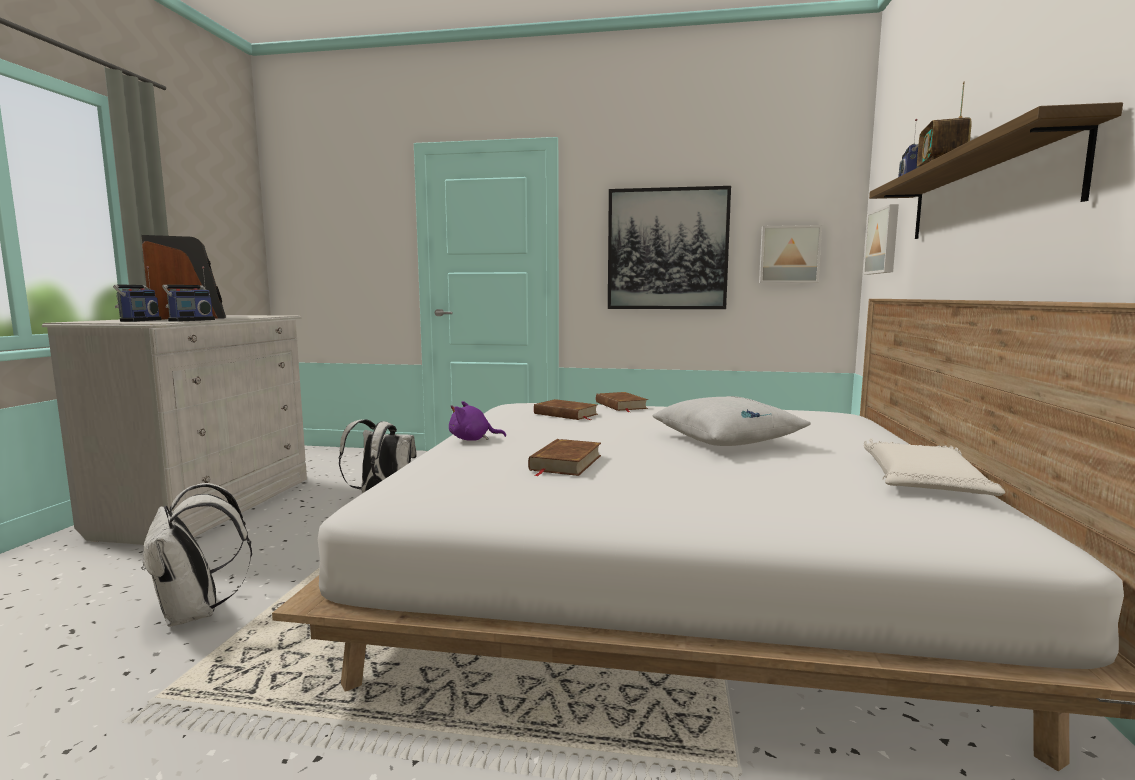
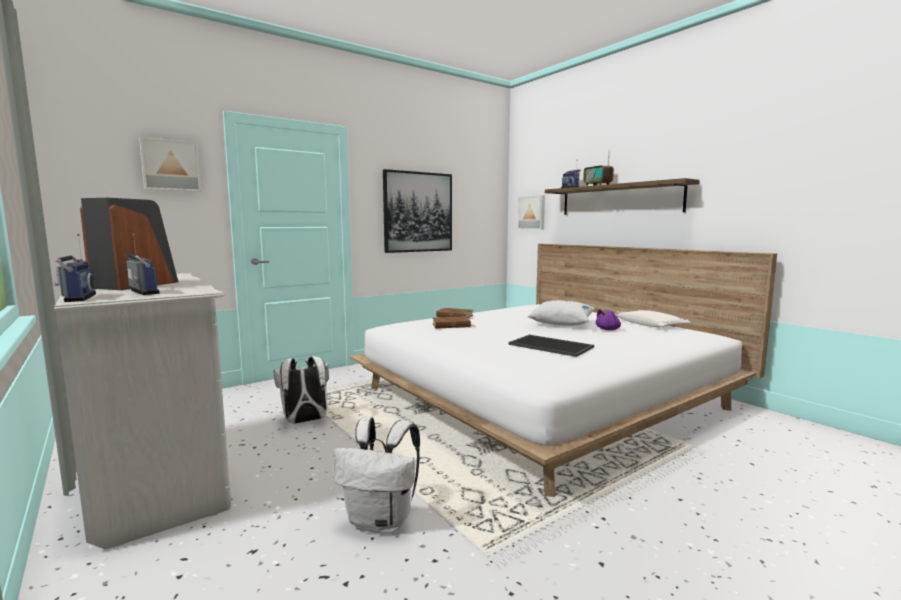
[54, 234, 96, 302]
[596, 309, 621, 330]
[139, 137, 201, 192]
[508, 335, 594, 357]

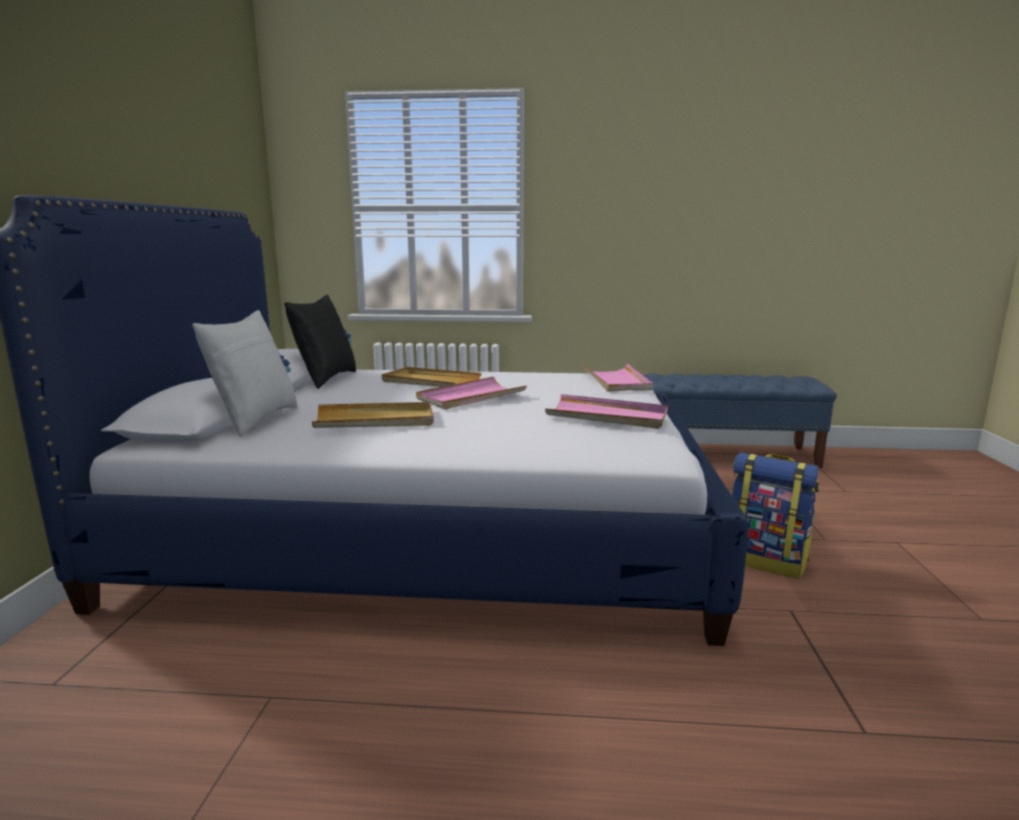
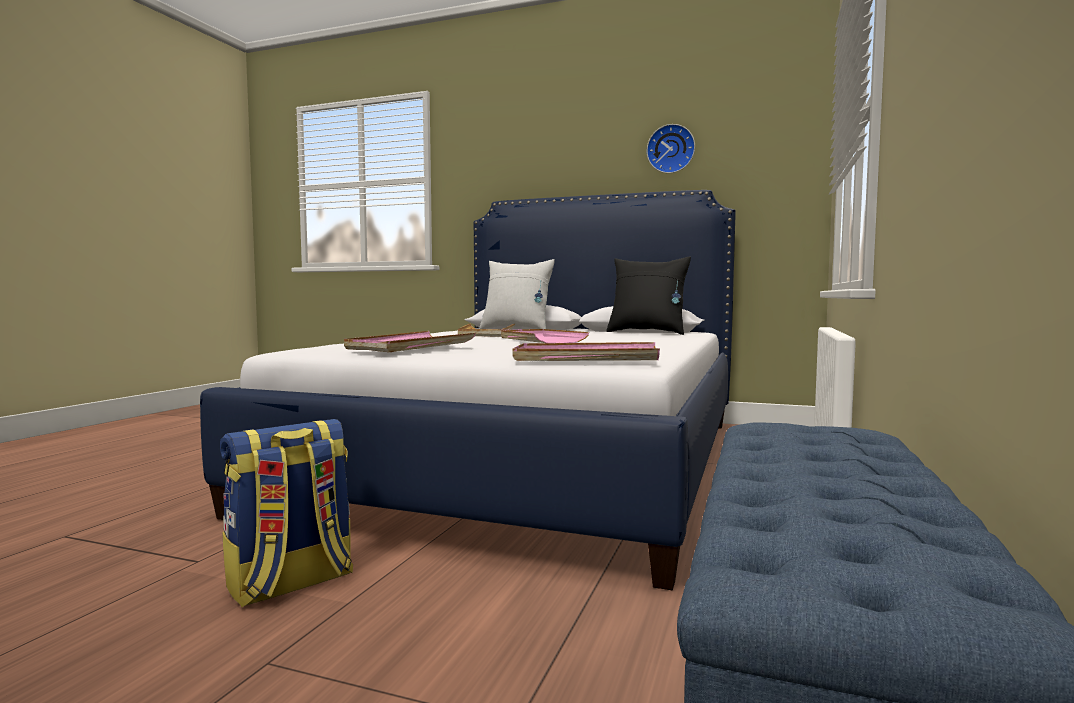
[382, 367, 481, 387] (first image)
[646, 124, 695, 173]

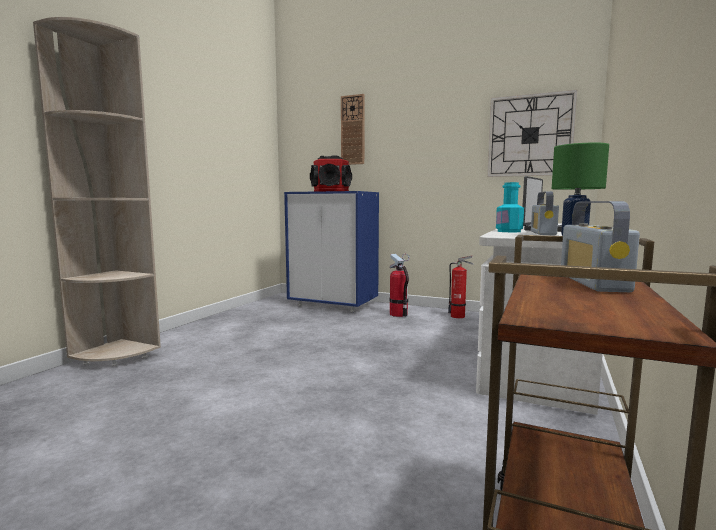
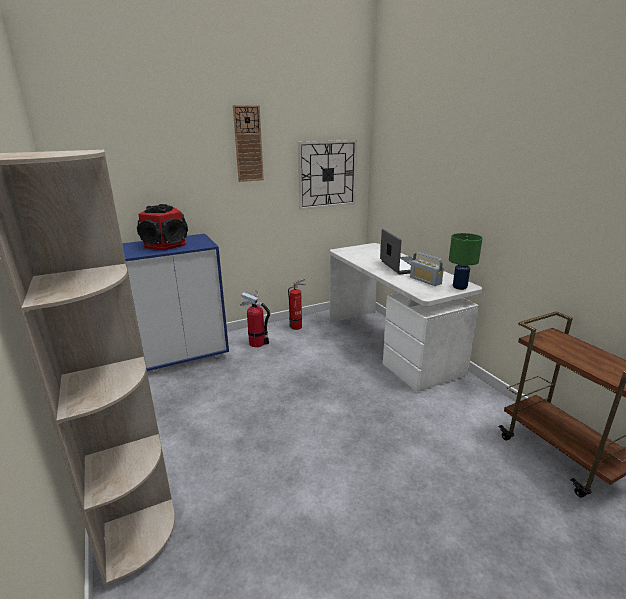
[496, 182, 524, 232] (first image)
[561, 201, 640, 292] (first image)
[233, 105, 264, 182]

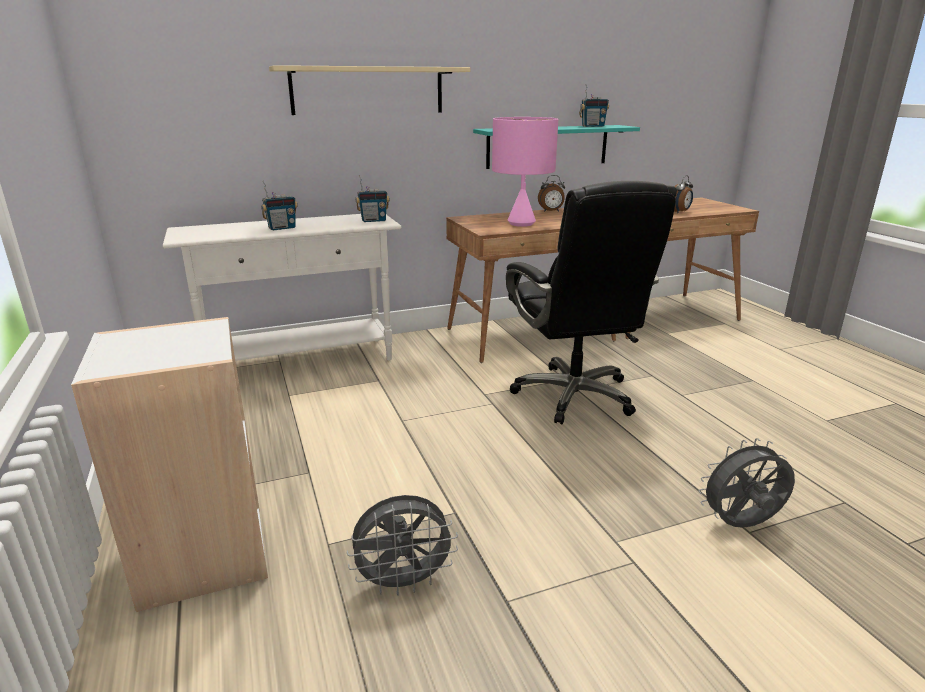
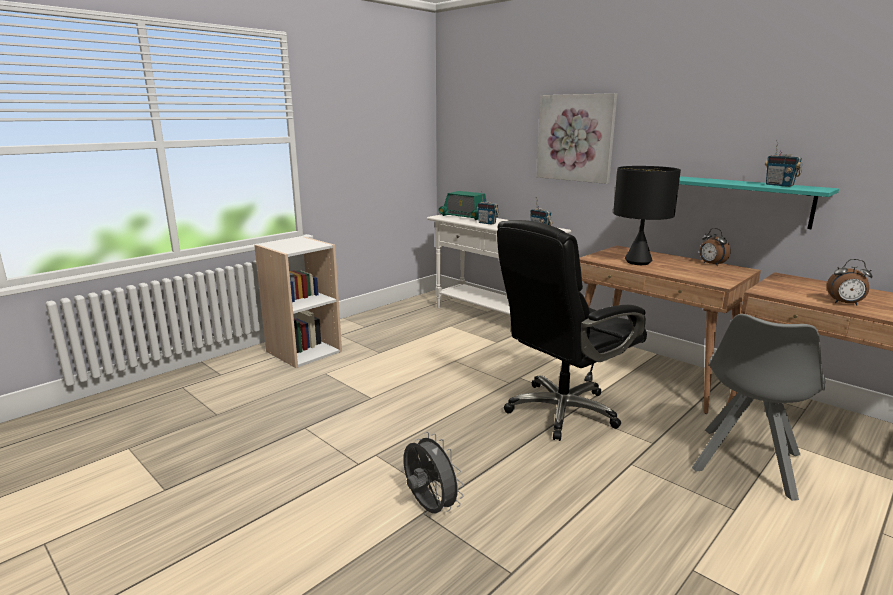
[347, 495, 458, 596] (first image)
[438, 191, 487, 220]
[692, 314, 825, 501]
[537, 93, 617, 184]
[613, 166, 681, 265]

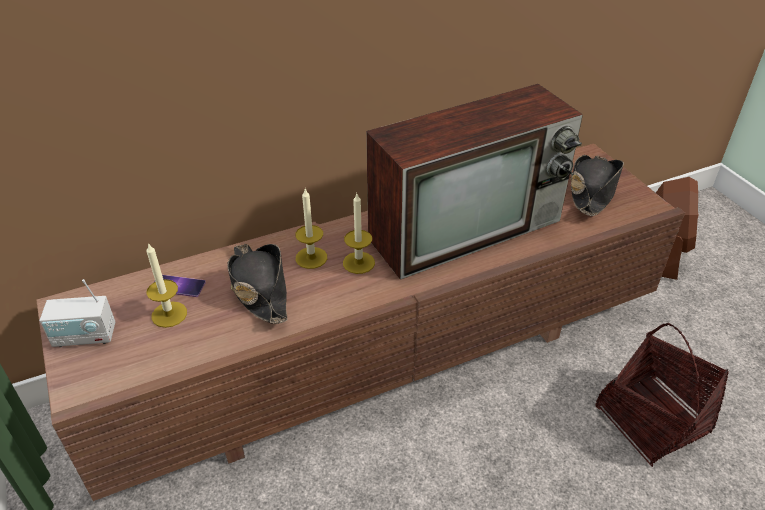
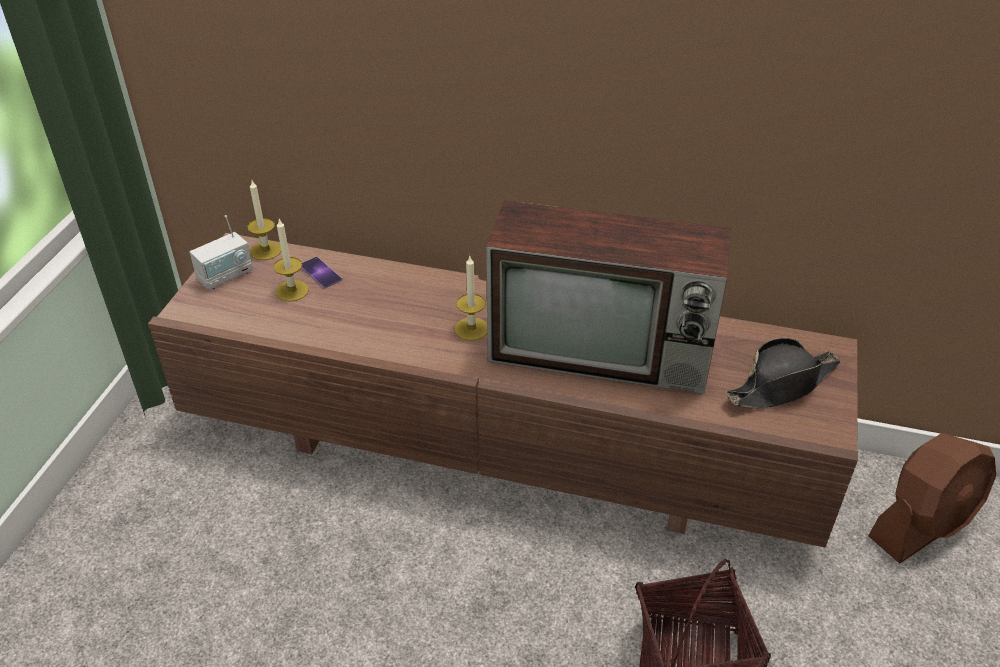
[227, 244, 288, 324] (first image)
[247, 180, 281, 260]
[190, 215, 253, 290]

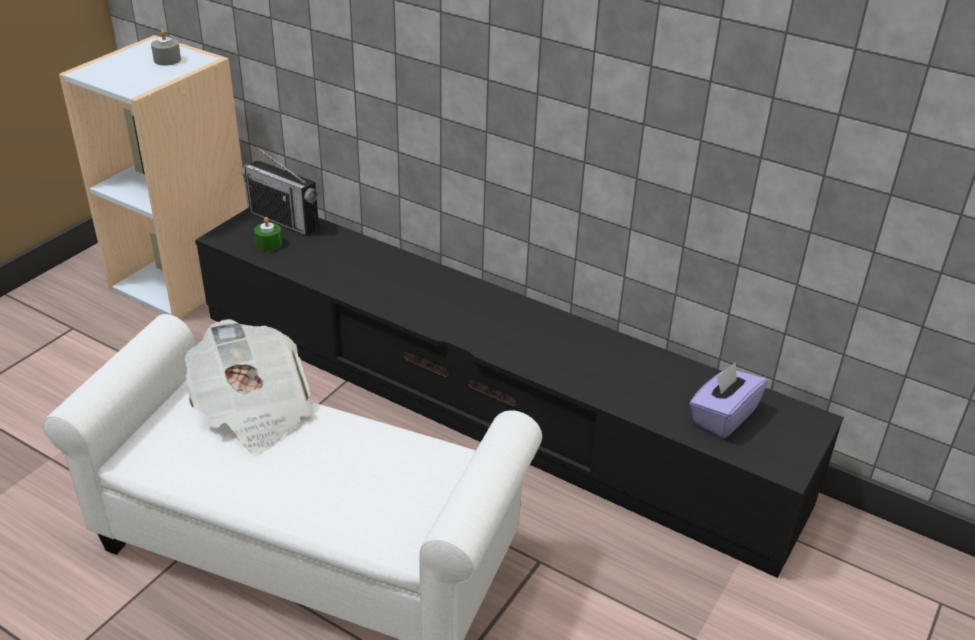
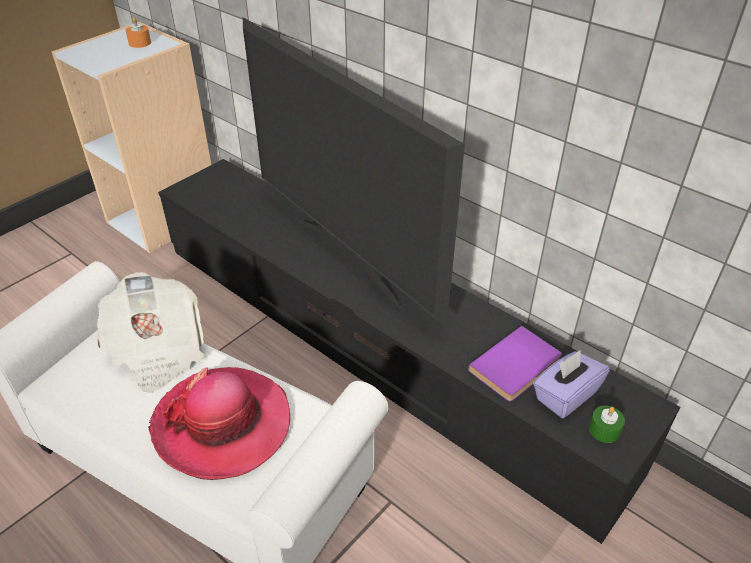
[242, 144, 319, 236] (first image)
[148, 367, 290, 480]
[243, 17, 465, 325]
[468, 326, 562, 401]
[589, 406, 625, 443]
[126, 17, 151, 48]

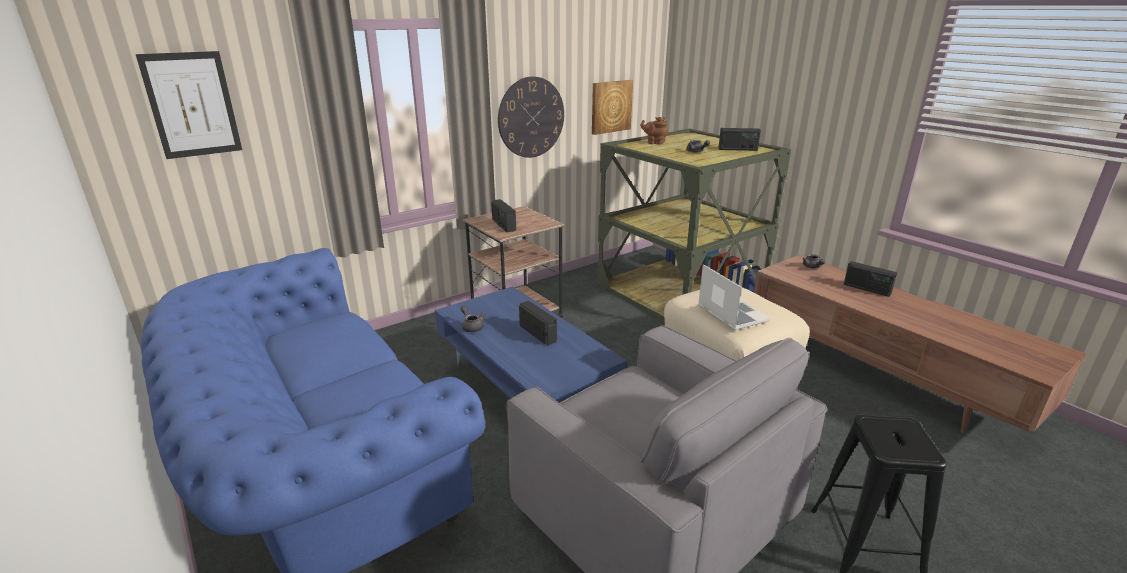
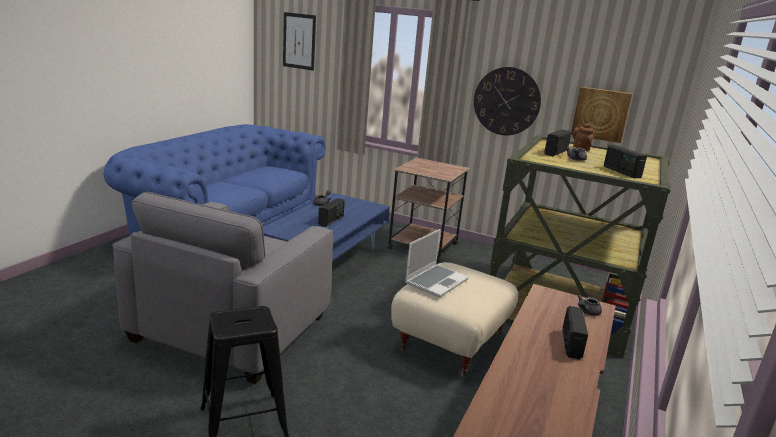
[544, 129, 571, 156]

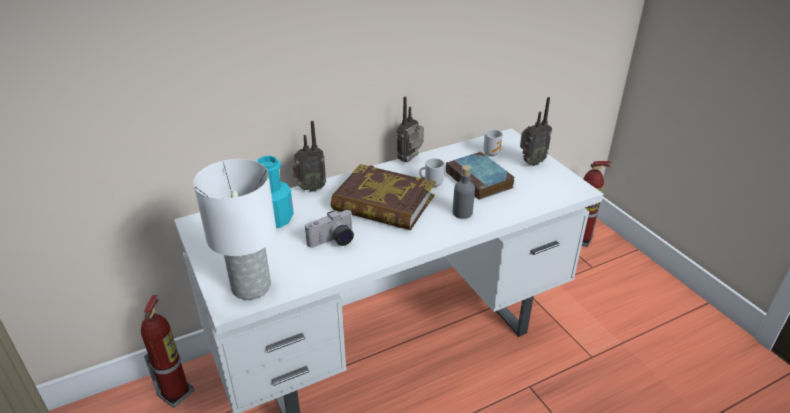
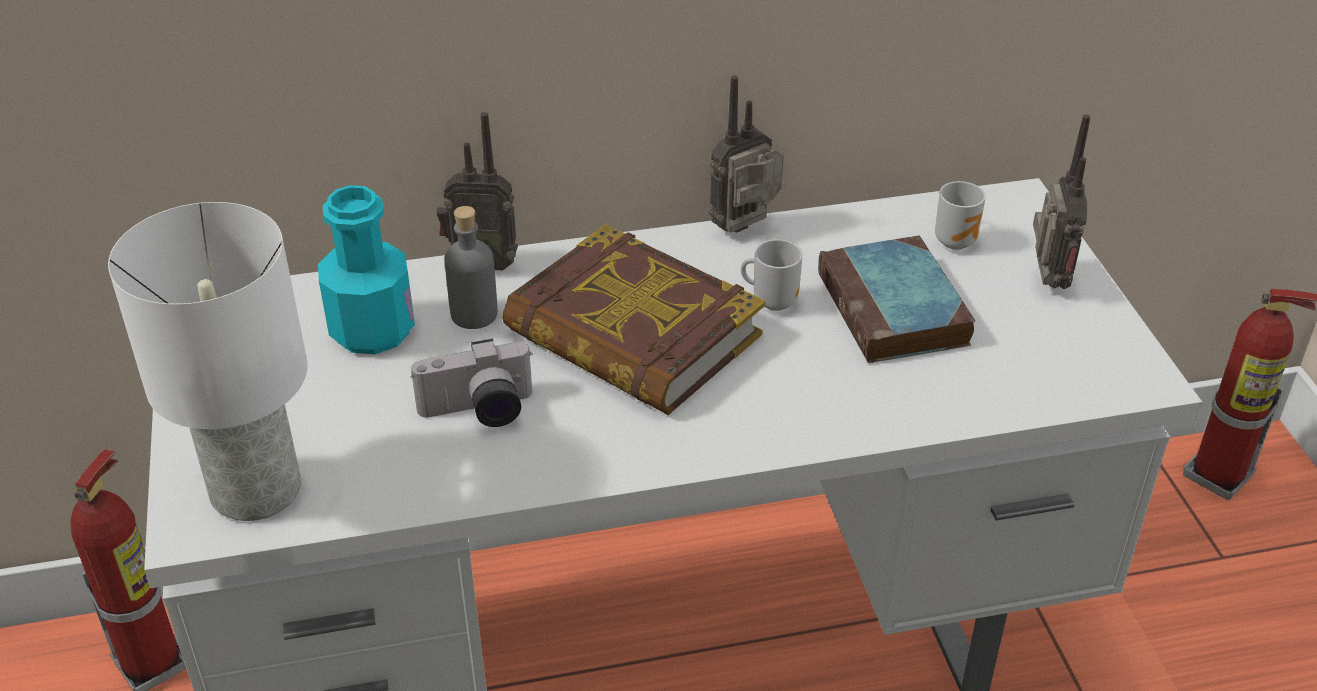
[444, 206, 498, 329]
[1033, 114, 1091, 289]

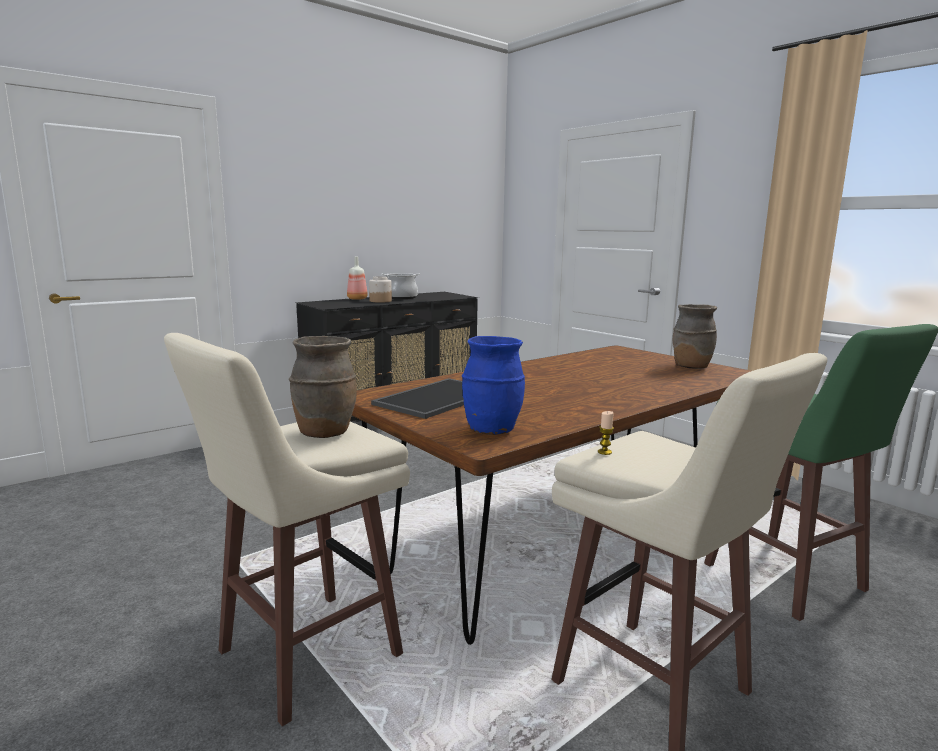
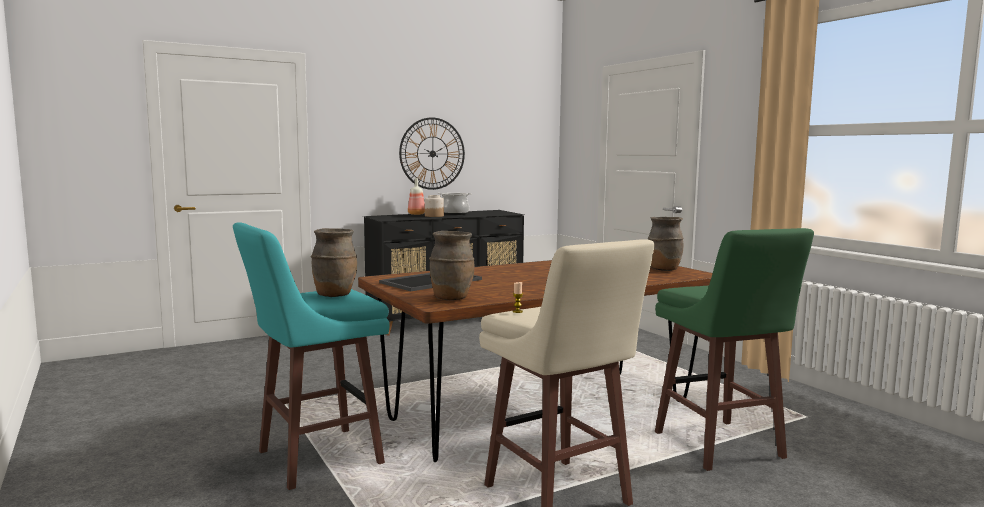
[399, 117, 465, 190]
[233, 222, 390, 490]
[429, 231, 475, 300]

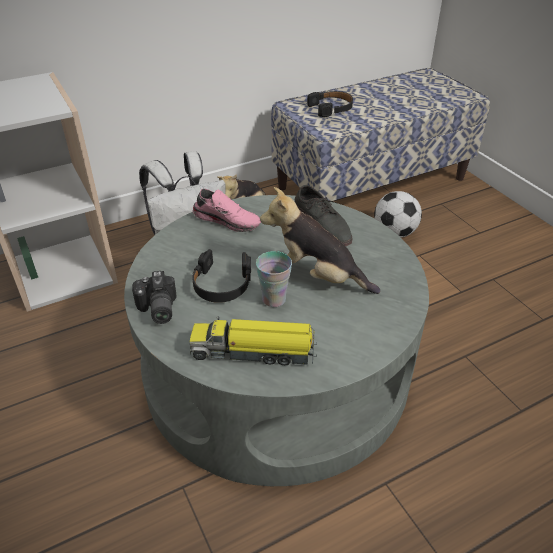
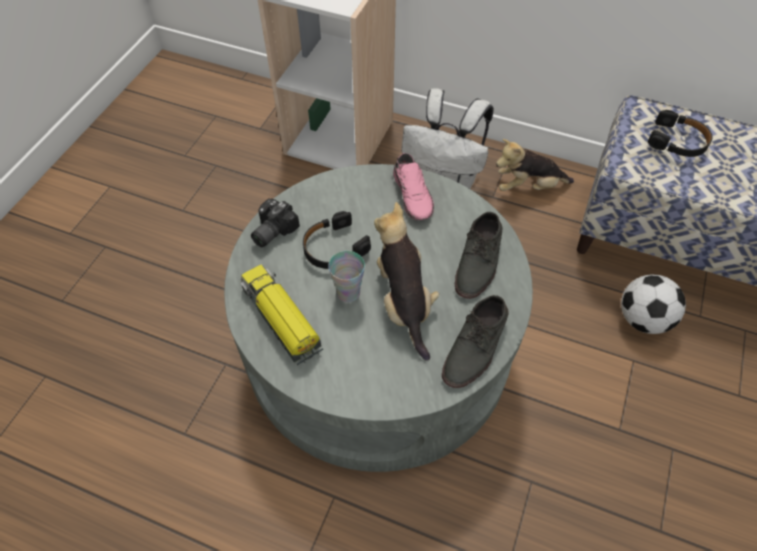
[442, 295, 509, 388]

